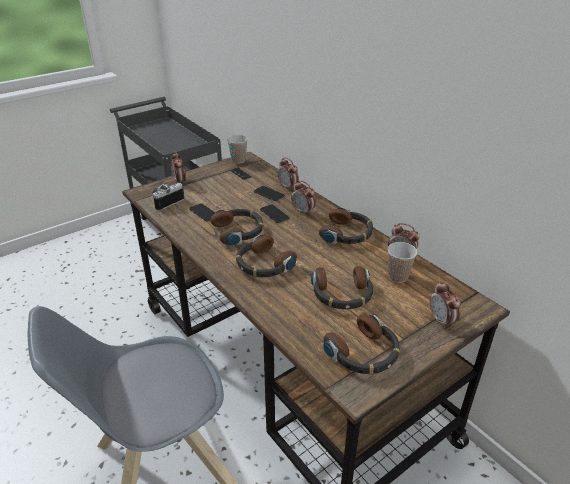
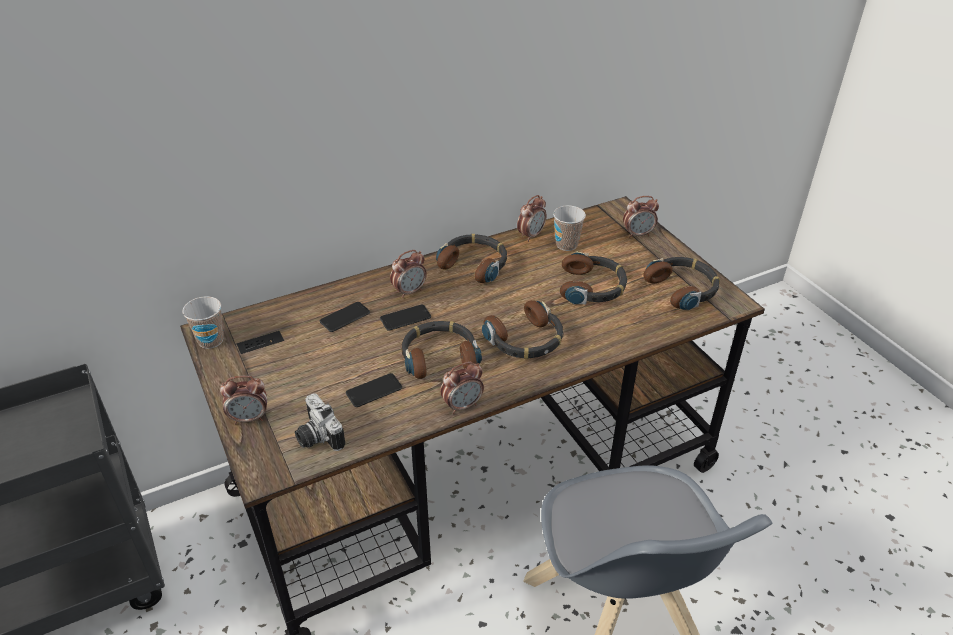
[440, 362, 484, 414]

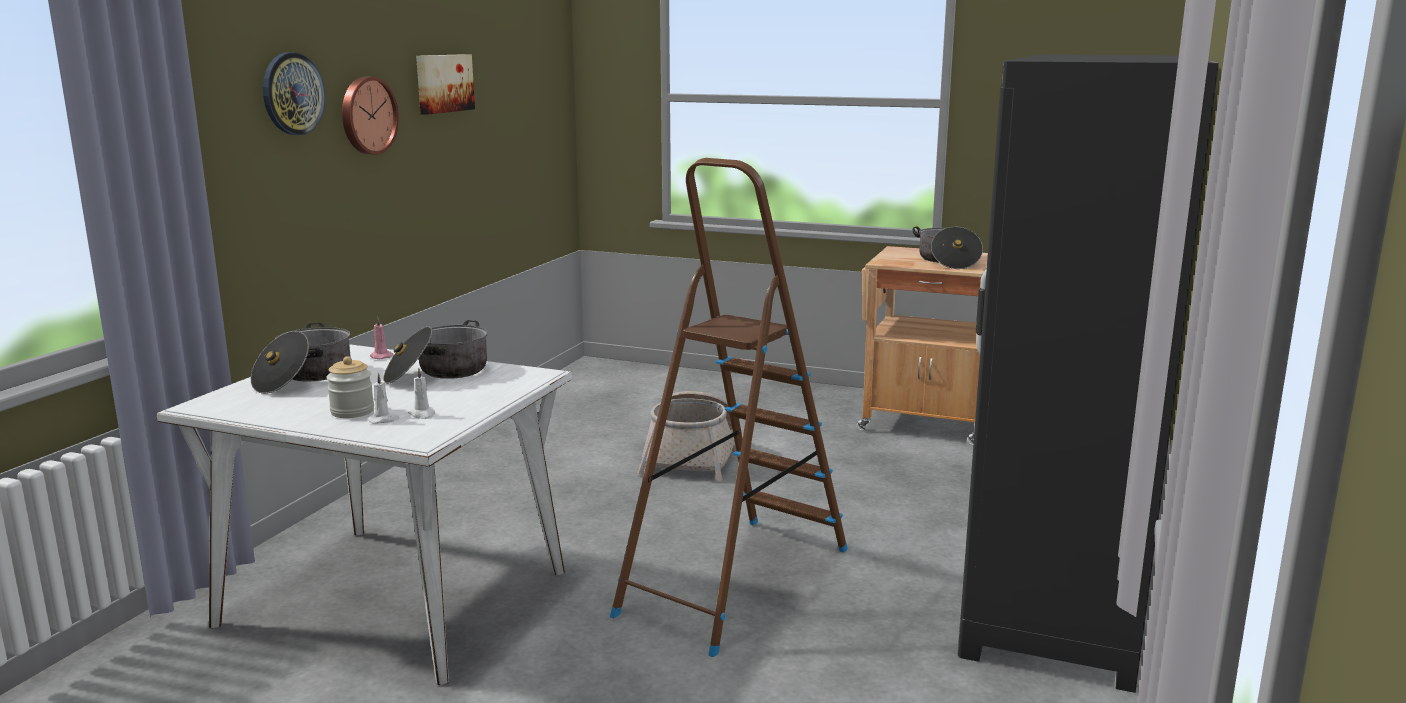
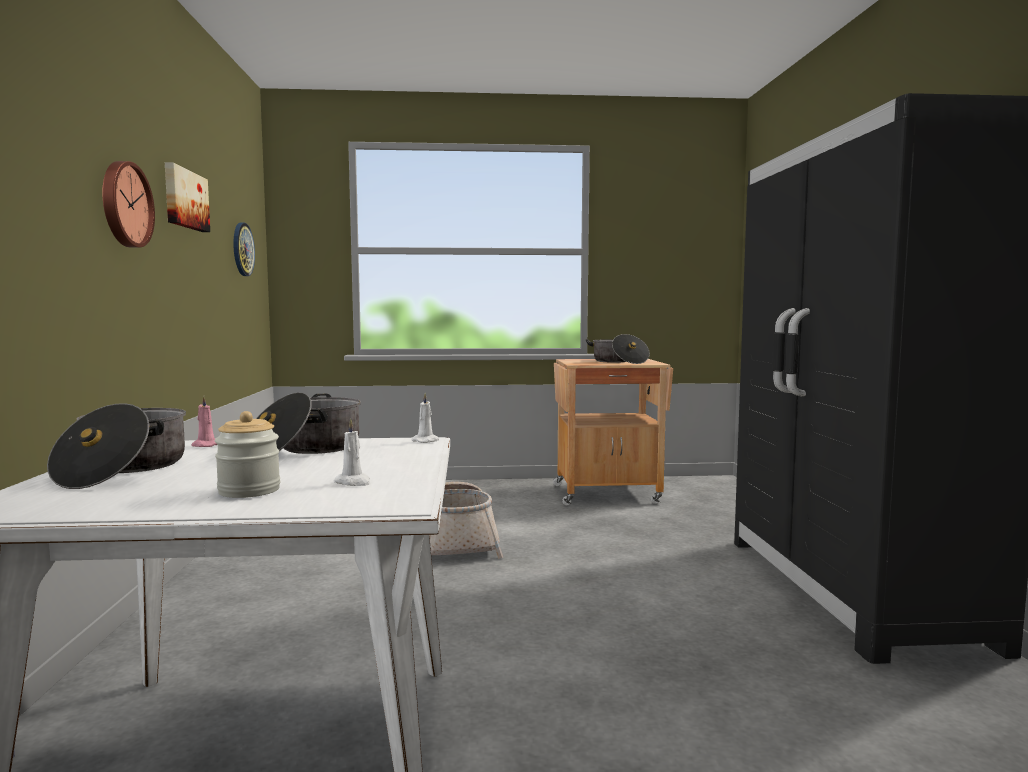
[610, 158, 848, 657] (first image)
[233, 222, 255, 276]
[412, 393, 439, 443]

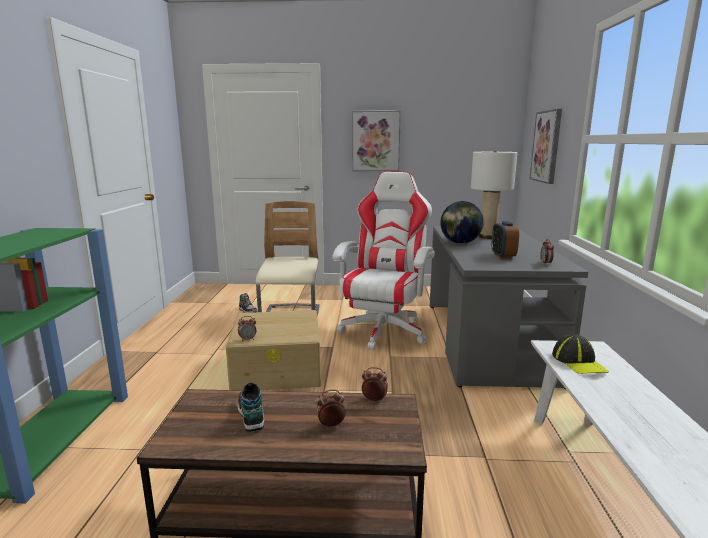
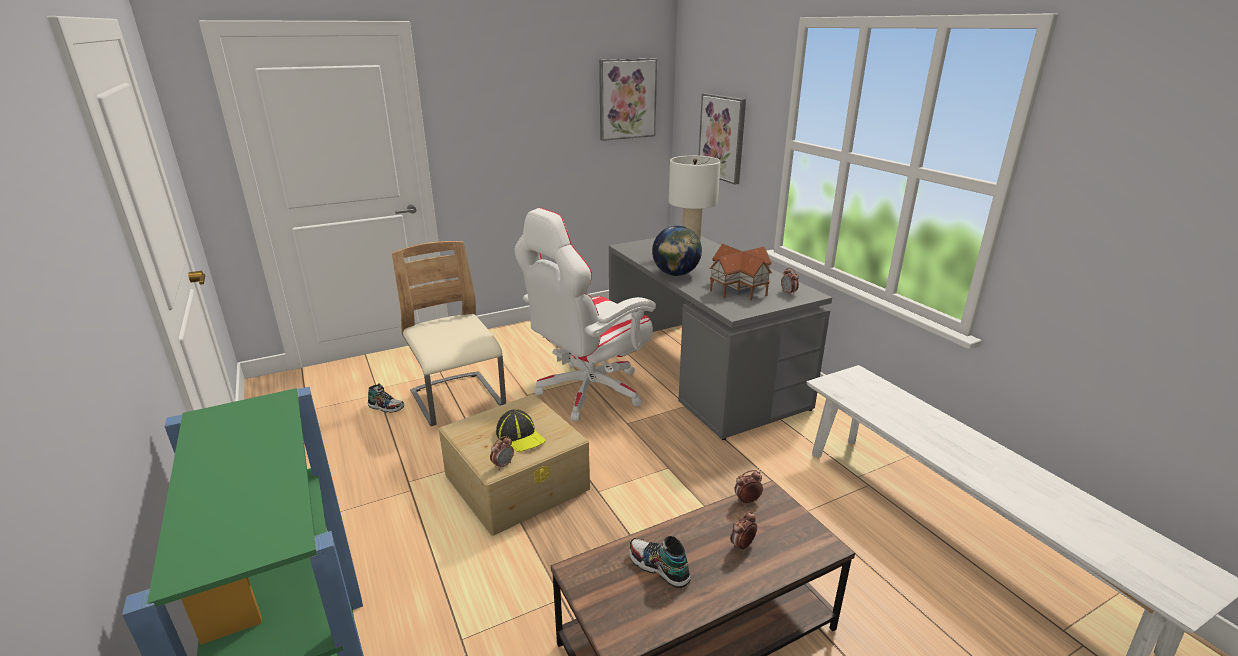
[599, 58, 657, 141]
[496, 409, 546, 452]
[710, 244, 772, 300]
[515, 208, 656, 421]

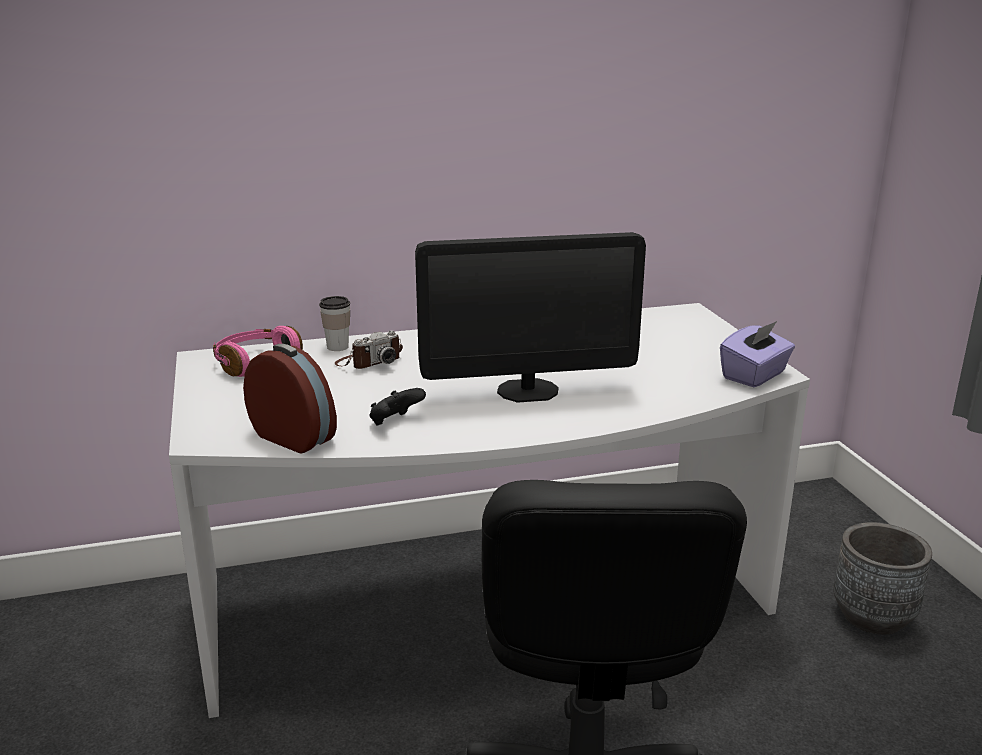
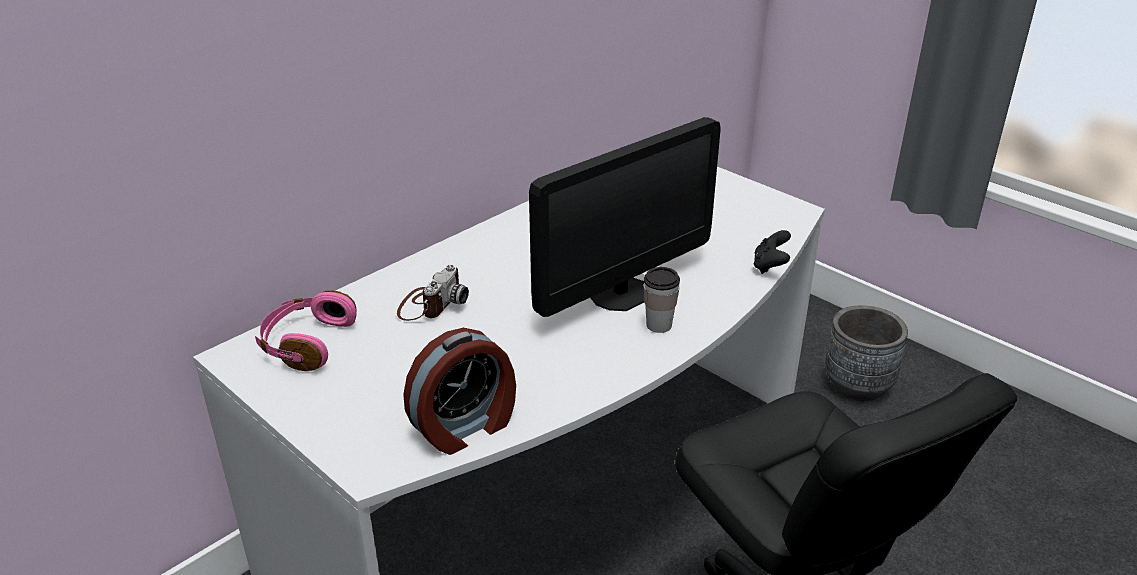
[720, 321, 795, 387] (first image)
[644, 267, 680, 333]
[754, 230, 791, 274]
[403, 328, 516, 455]

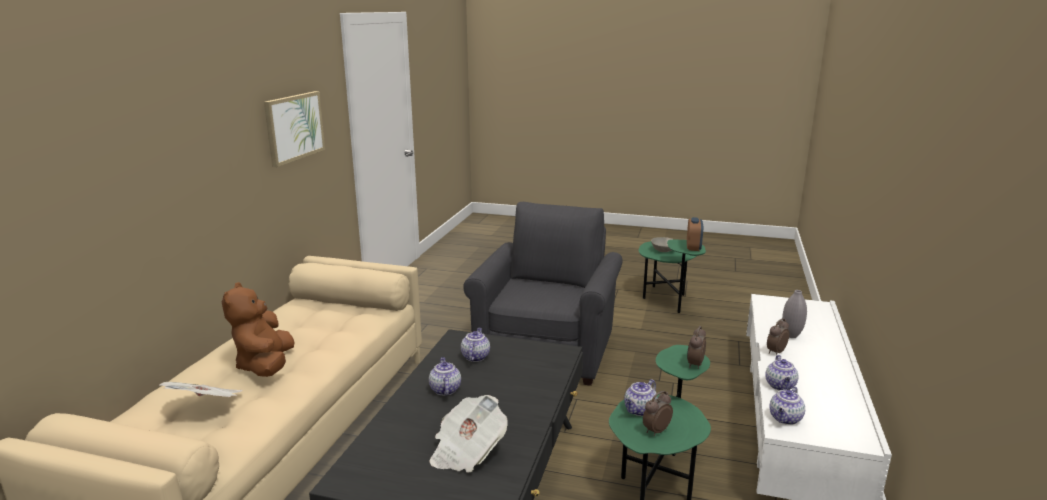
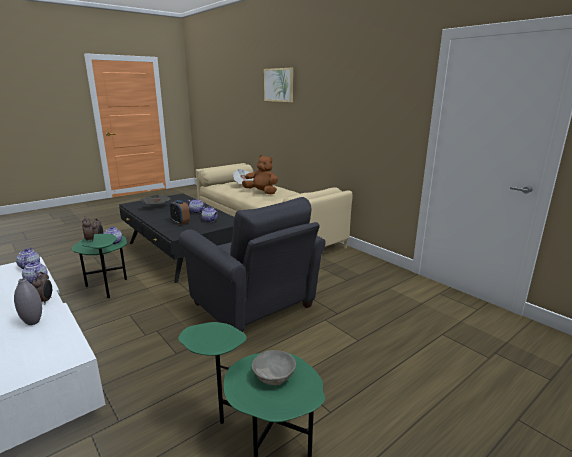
[264, 68, 293, 102]
[170, 200, 190, 225]

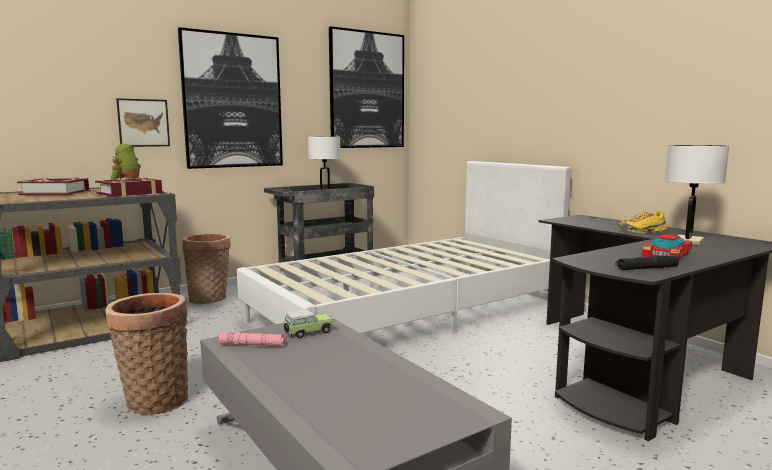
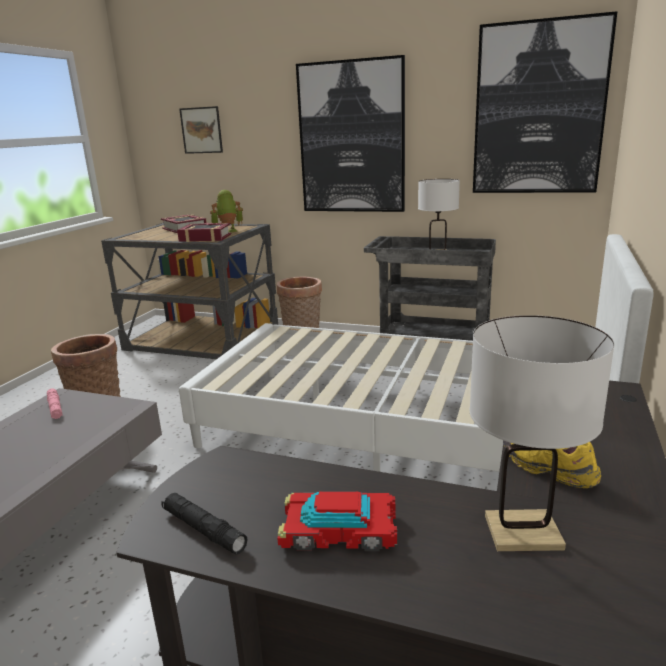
[283, 309, 334, 339] (first image)
[179, 106, 223, 154]

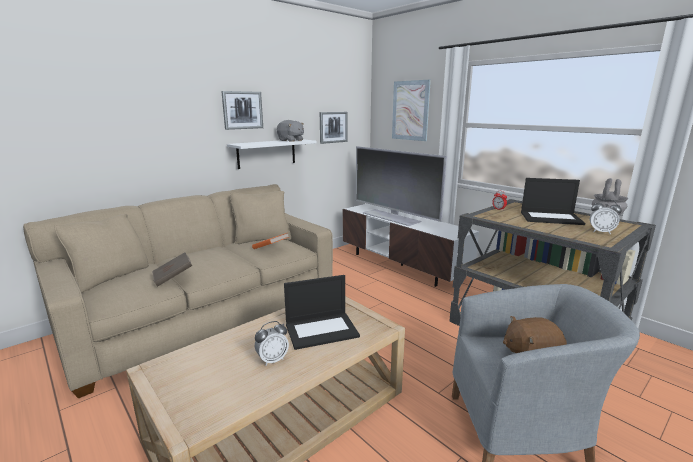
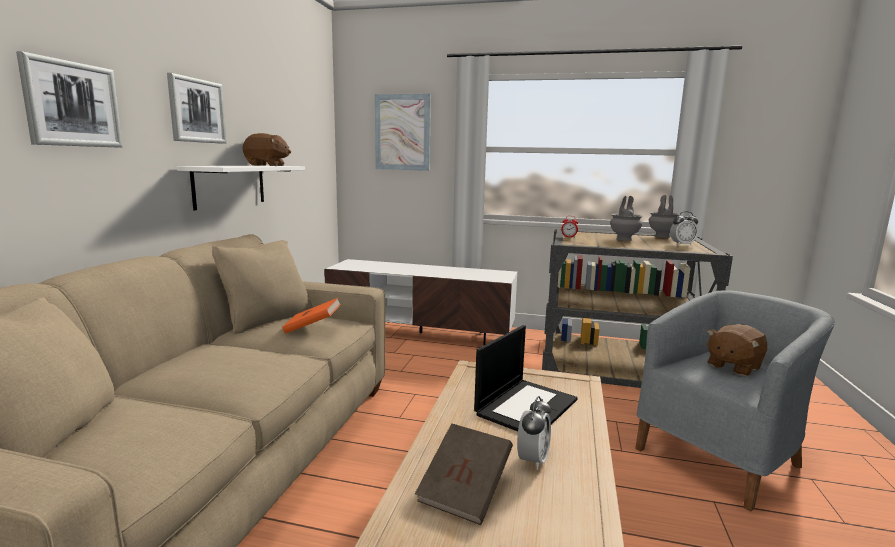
[356, 146, 447, 226] (first image)
[415, 423, 513, 525]
[16, 51, 123, 148]
[610, 196, 642, 241]
[243, 133, 291, 166]

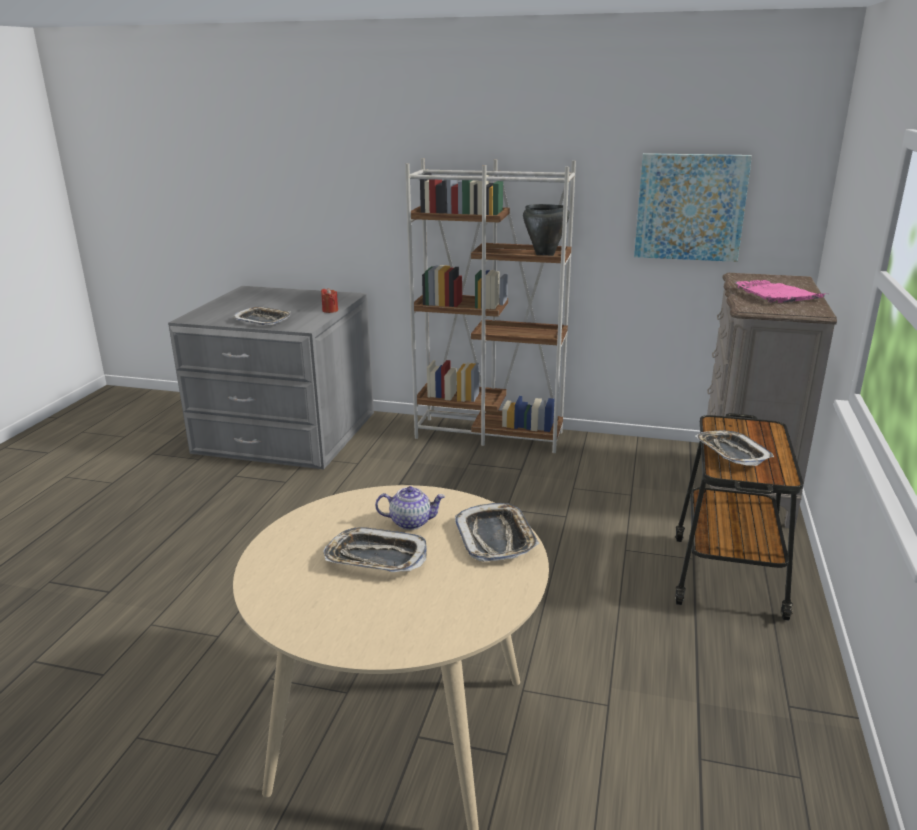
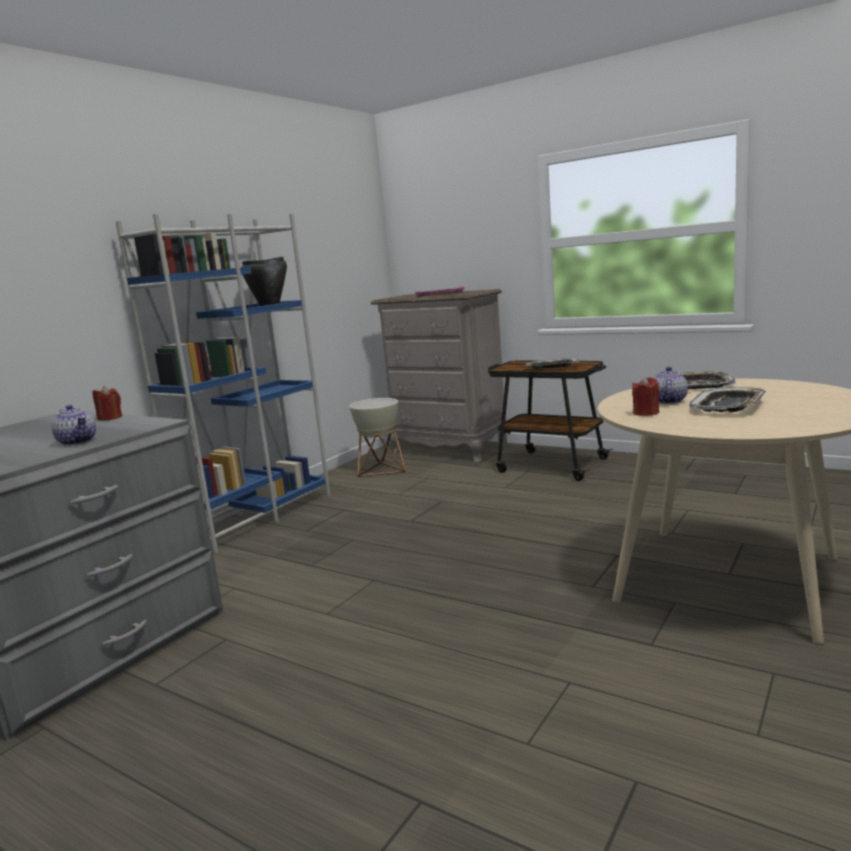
[634, 153, 752, 262] (first image)
[349, 398, 406, 477]
[632, 376, 659, 416]
[52, 405, 96, 446]
[116, 214, 331, 553]

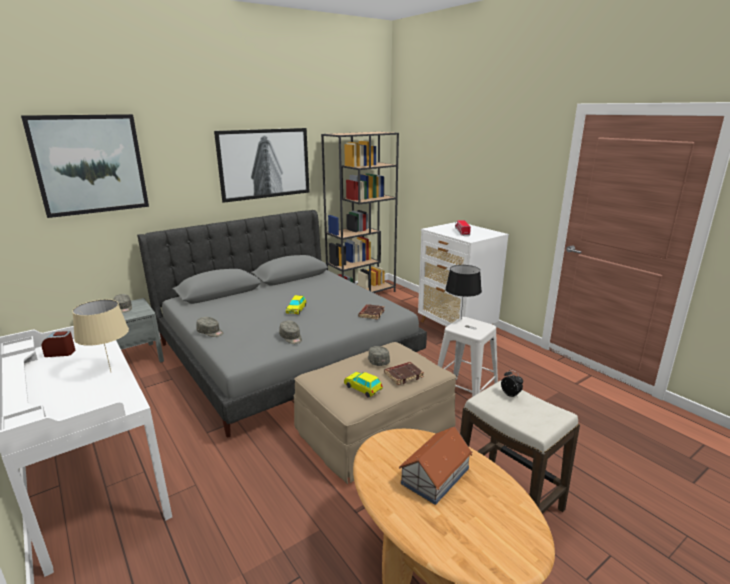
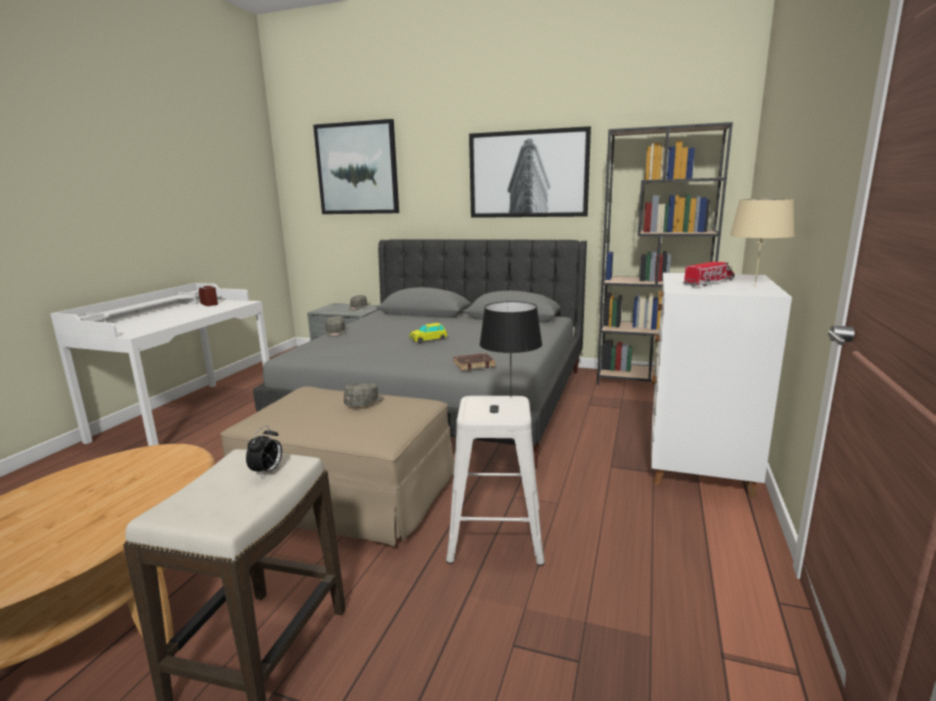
[279, 320, 302, 344] (first image)
[344, 372, 383, 398] (first image)
[384, 362, 424, 385] (first image)
[399, 426, 472, 505] (first image)
[730, 199, 795, 288]

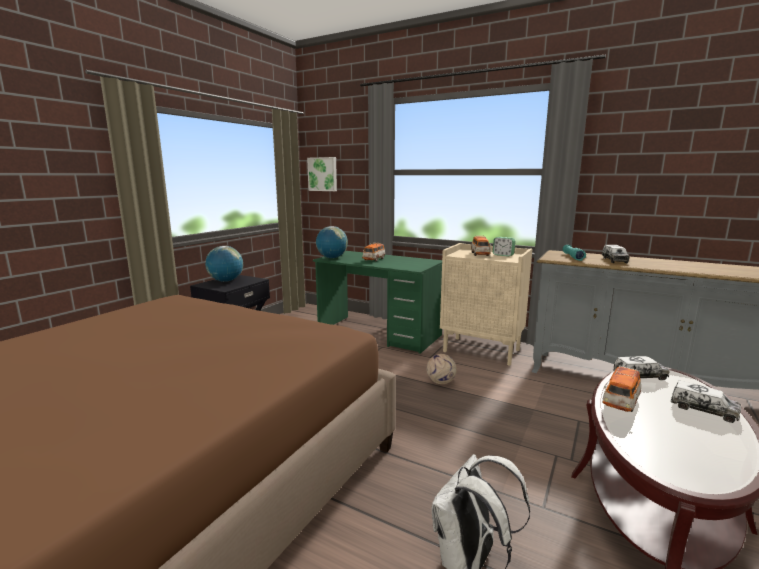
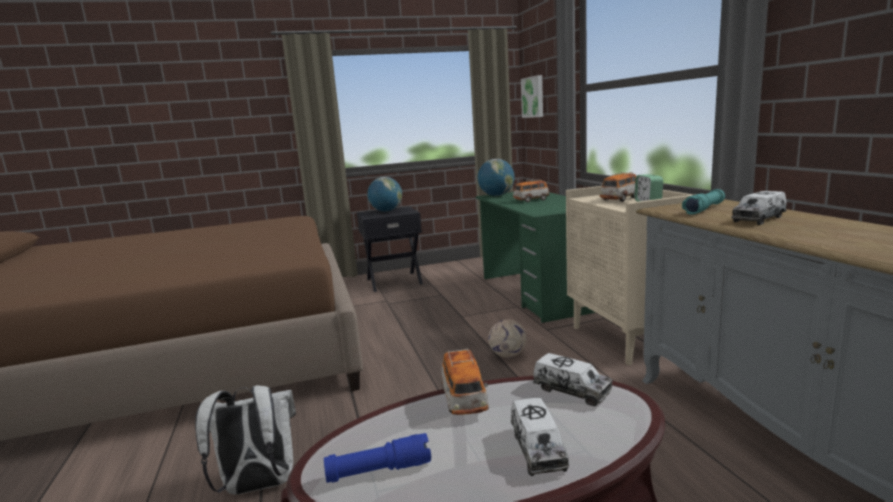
[324, 433, 431, 483]
[441, 348, 489, 415]

